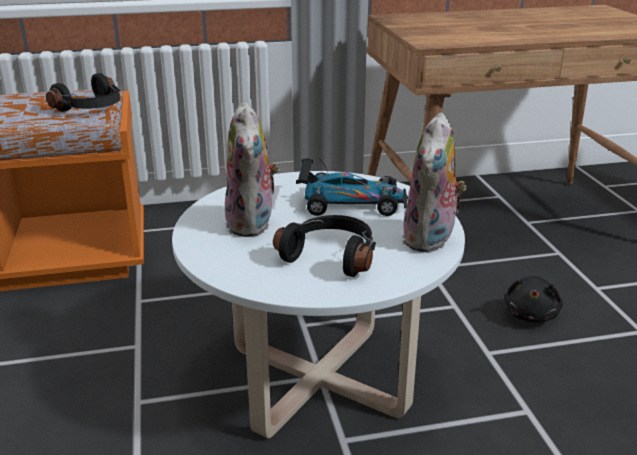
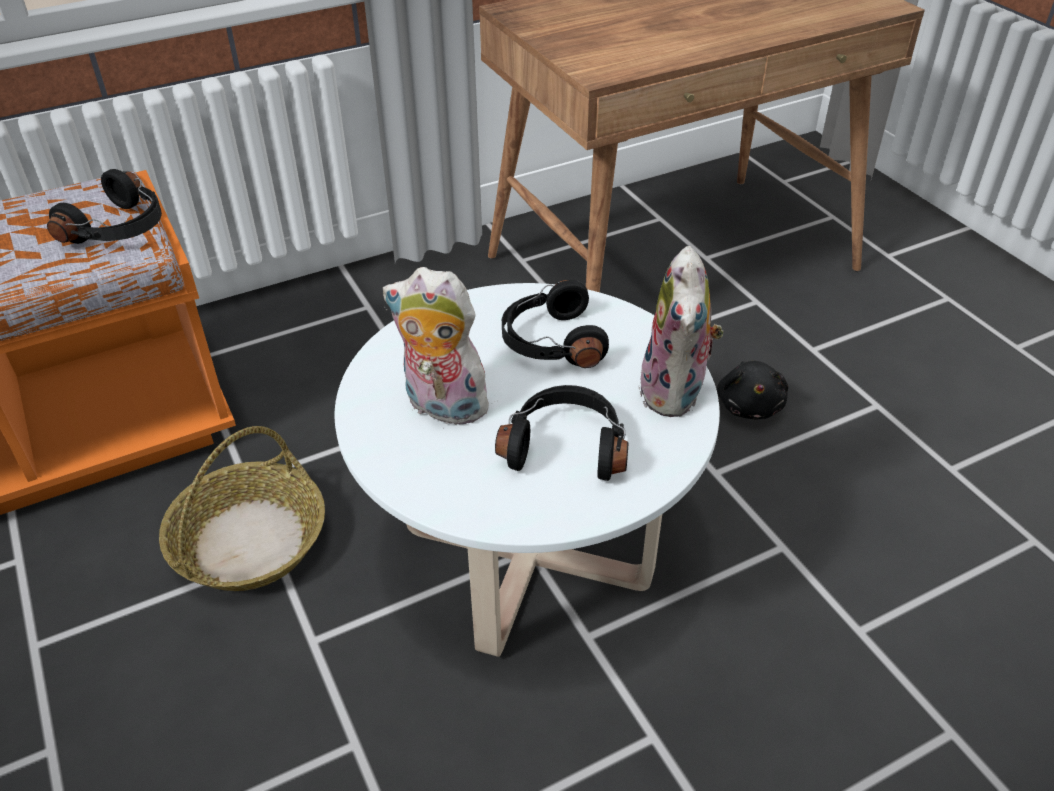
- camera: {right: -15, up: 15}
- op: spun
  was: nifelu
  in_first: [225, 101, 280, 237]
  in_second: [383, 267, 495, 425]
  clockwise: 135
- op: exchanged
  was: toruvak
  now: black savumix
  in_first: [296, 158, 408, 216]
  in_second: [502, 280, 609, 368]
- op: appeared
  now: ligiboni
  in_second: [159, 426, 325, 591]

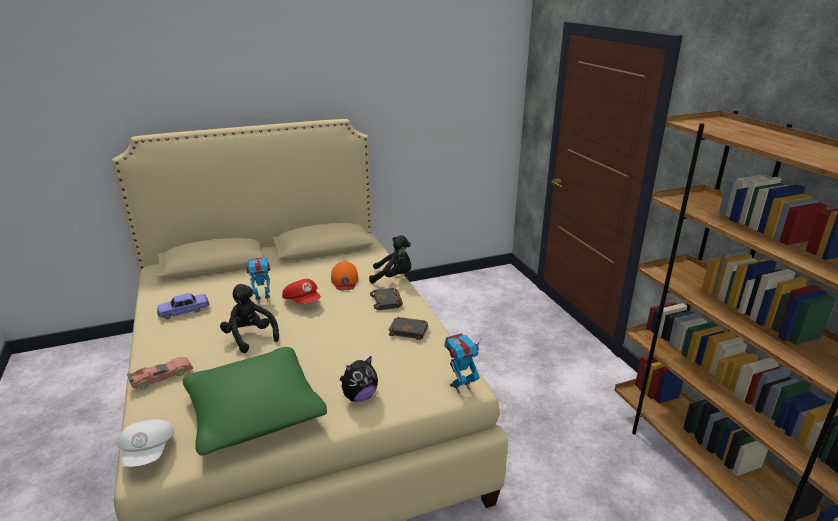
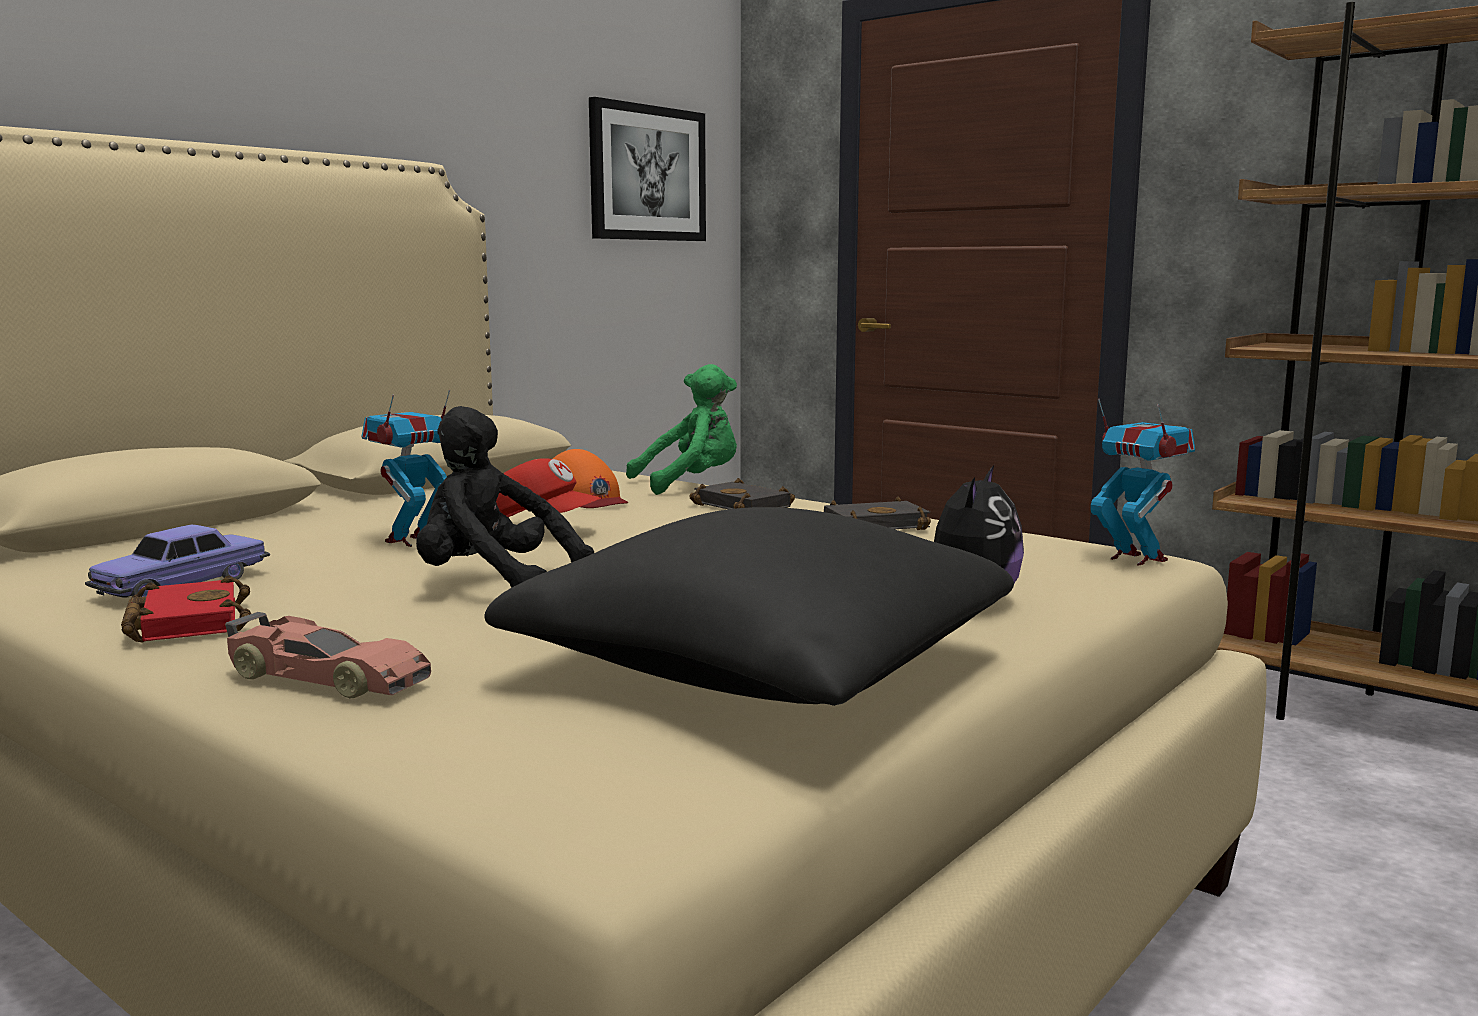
- camera: {right: -30, up: -15}
- op: colour
  was: black nifelu
  now: green nifelu
  in_first: [369, 235, 411, 284]
  in_second: [626, 364, 737, 495]
- op: spun
  was: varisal
  in_first: [444, 333, 482, 393]
  in_second: [1090, 399, 1195, 566]
  clockwise: 105
- op: colour
  was: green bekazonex
  now: black bekazonex
  in_first: [183, 347, 327, 456]
  in_second: [485, 507, 1014, 706]
- op: spun
  was: toruvak
  in_first: [127, 357, 193, 389]
  in_second: [225, 612, 431, 698]
  clockwise: 90
- op: missing
  was: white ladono
  in_first: [118, 419, 174, 467]
- op: appeared
  now: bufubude
  in_second: [589, 97, 706, 241]
- op: appeared
  now: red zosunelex
  in_second: [121, 576, 251, 642]

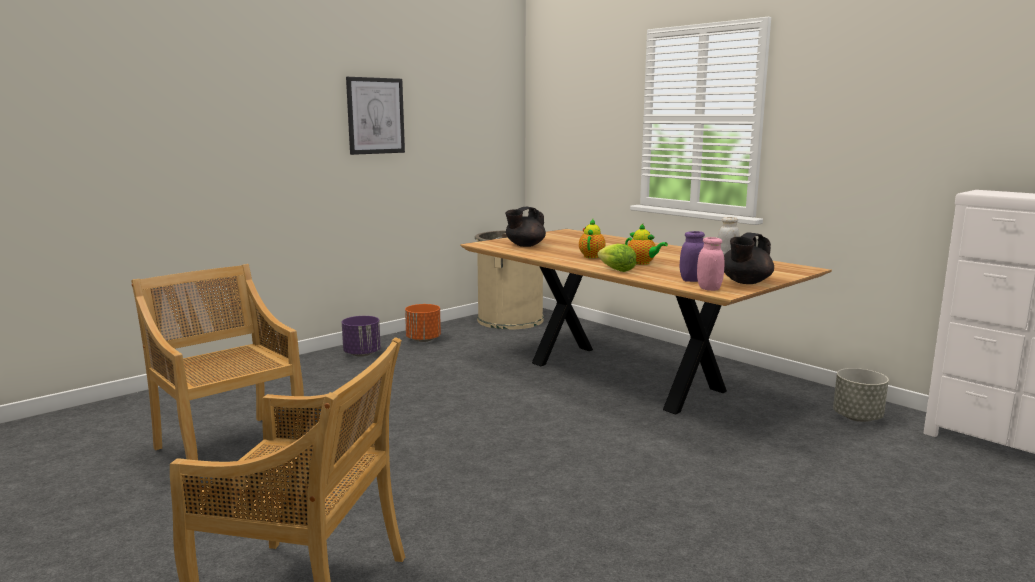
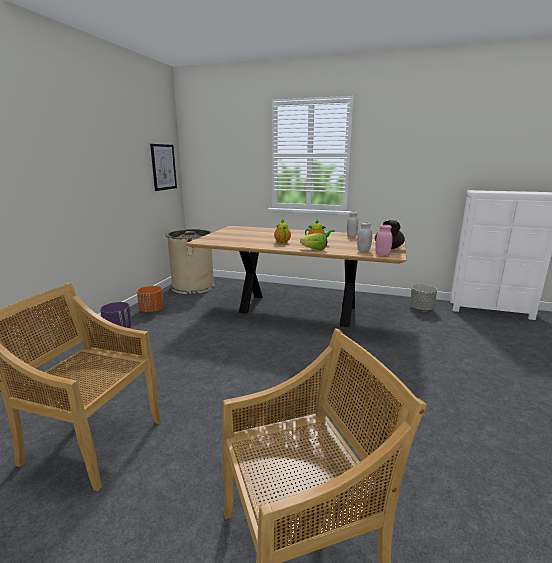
- camera: {right: -30, up: 5}
- op: relocated
  was: bufubude
  in_first: [346, 77, 405, 155]
  in_second: [150, 144, 177, 191]
- op: missing
  was: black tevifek
  in_first: [505, 207, 546, 247]
- op: colour
  was: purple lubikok
  now: white lubikok
  in_first: [680, 231, 705, 282]
  in_second: [357, 222, 372, 252]

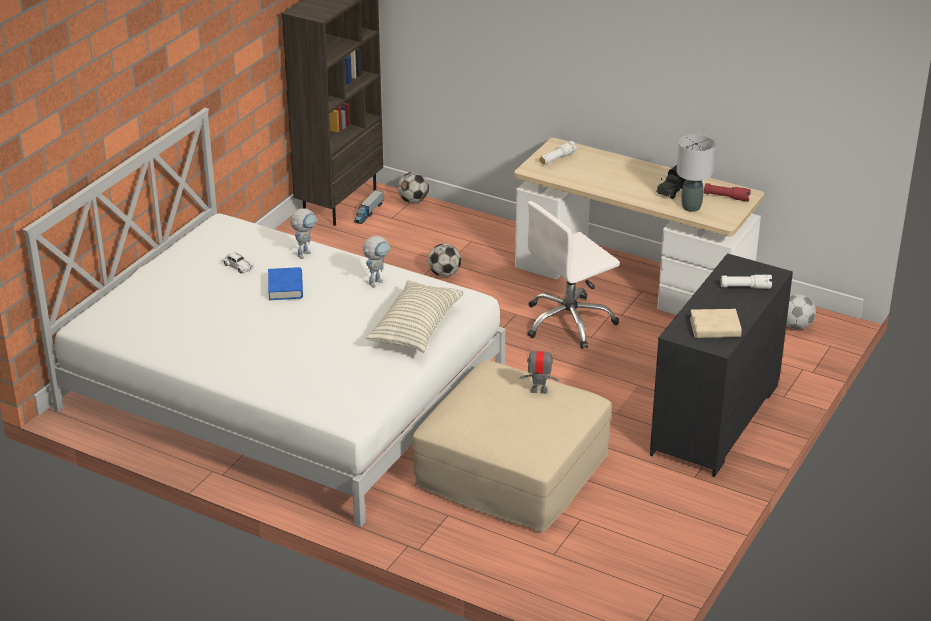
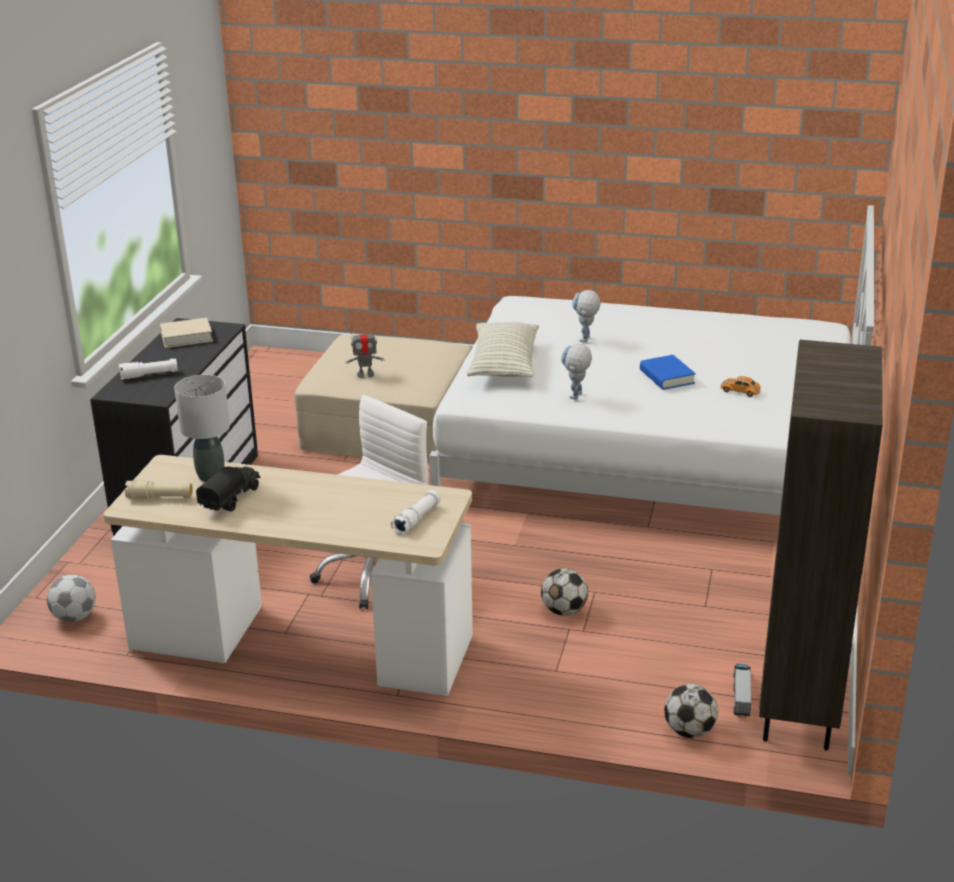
- camera: {right: 165, up: -5}
- op: colour
  was: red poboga
  now: beige poboga
  in_first: [704, 183, 751, 201]
  in_second: [125, 480, 193, 499]
- op: relocated
  was: varisal
  in_first: [290, 208, 317, 259]
  in_second: [572, 290, 600, 342]
- op: colour
  was: white toruvak
  now: orange toruvak
  in_first: [222, 252, 254, 273]
  in_second: [721, 376, 761, 397]

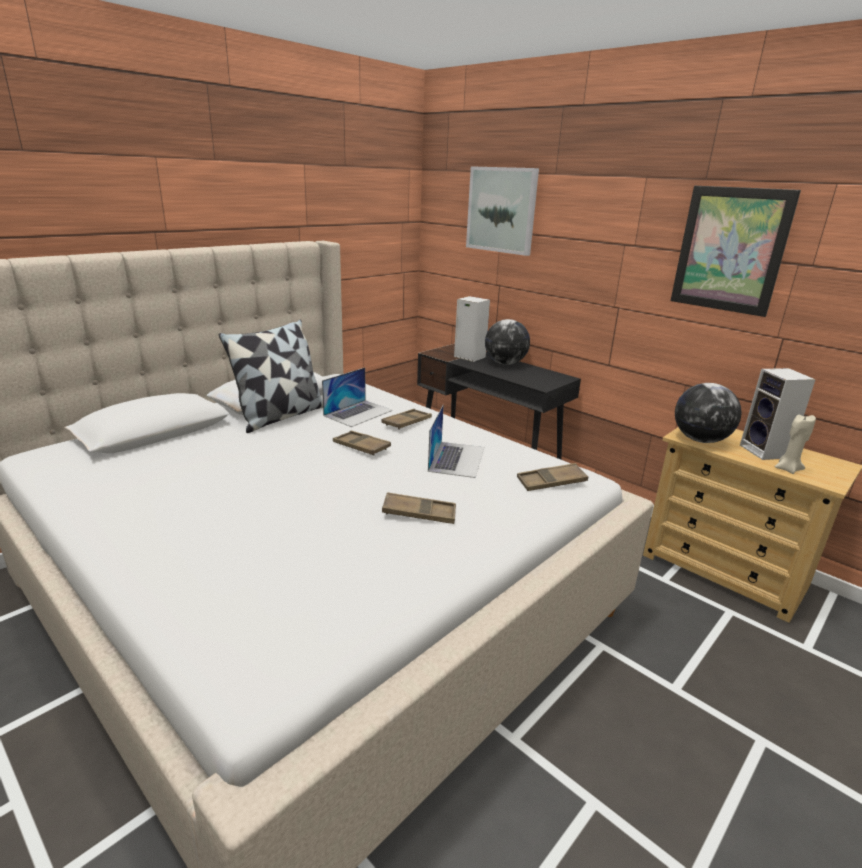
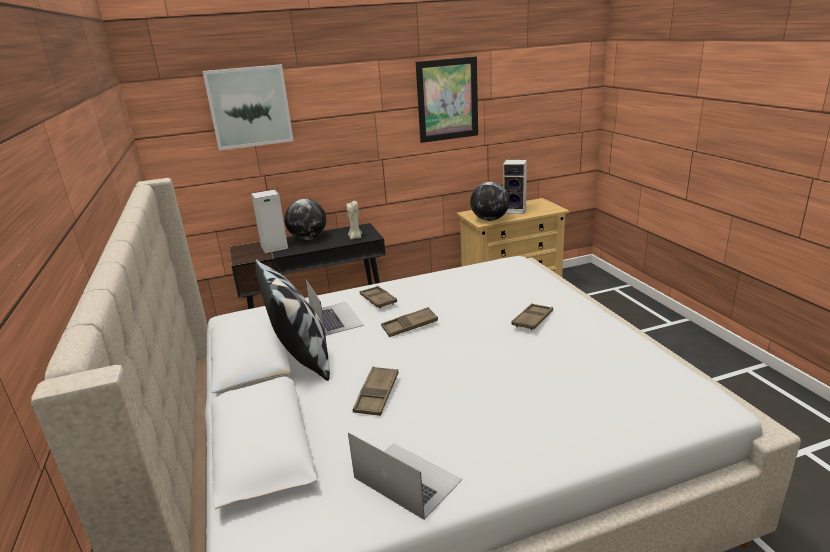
- camera: {right: -60, up: 0}
- op: relocated
  was: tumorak
  in_first: [428, 404, 484, 478]
  in_second: [348, 432, 462, 520]
- op: relocated
  was: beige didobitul
  in_first: [775, 415, 816, 474]
  in_second: [347, 201, 362, 239]
- op: relocated
  was: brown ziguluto
  in_first: [517, 463, 588, 491]
  in_second: [353, 366, 399, 416]

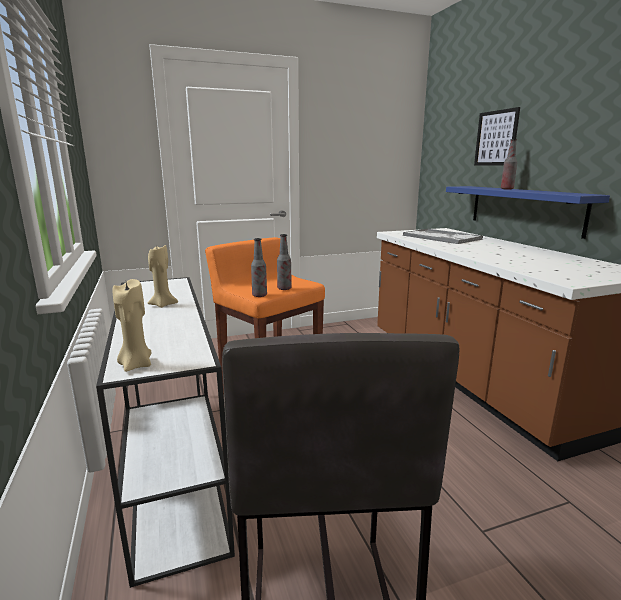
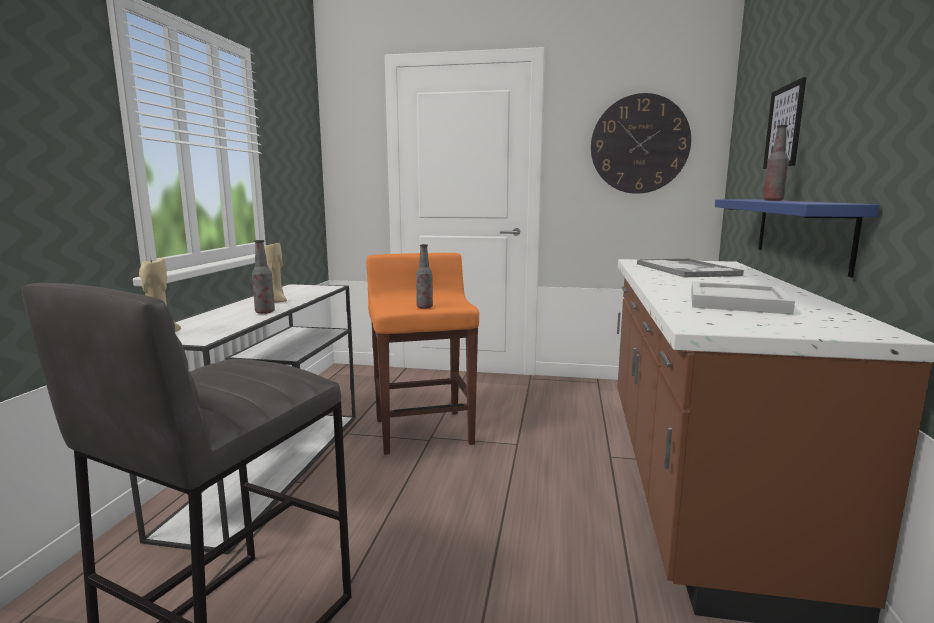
- camera: {right: 30, up: -5}
- op: relocated
  was: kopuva
  in_first: [251, 238, 267, 297]
  in_second: [252, 240, 275, 314]
- op: appeared
  now: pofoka
  in_second: [591, 93, 691, 194]
- op: appeared
  now: white ziguluto
  in_second: [691, 282, 795, 315]

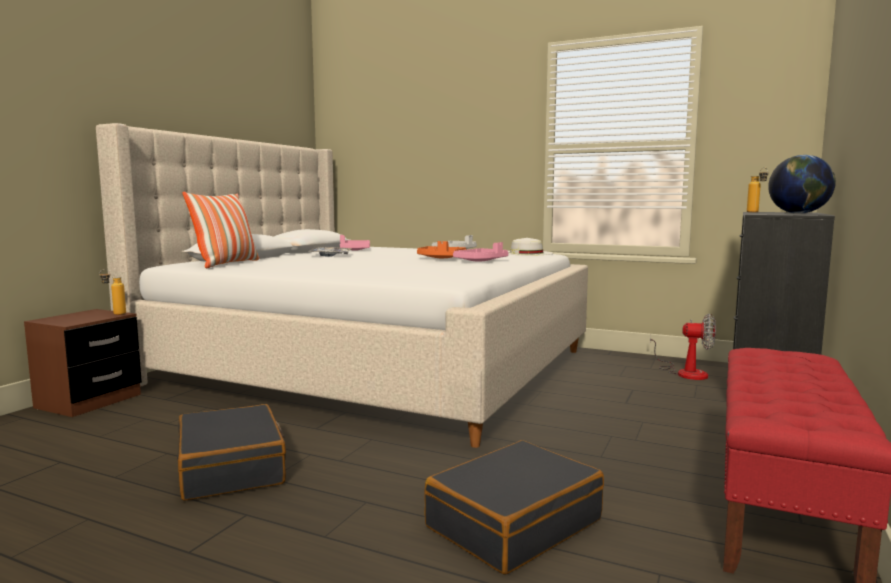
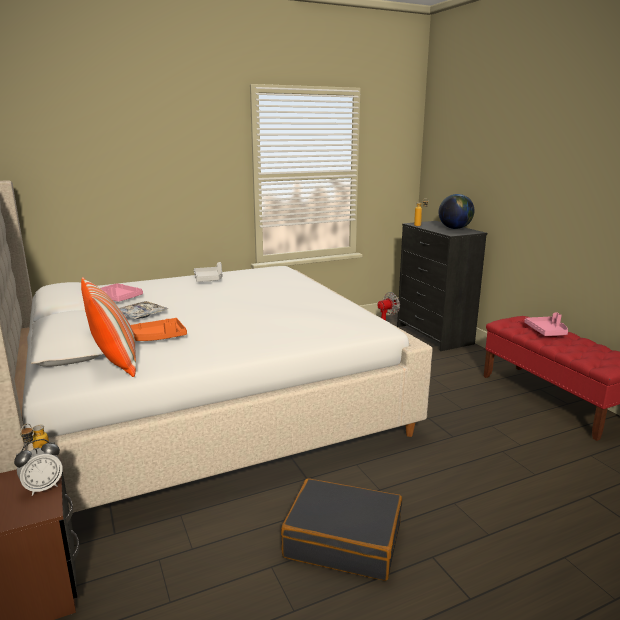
- camera: {right: -50, up: 10}
- op: missing
  was: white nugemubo
  in_first: [508, 238, 554, 255]
- op: relocated
  was: orange ziguluto
  in_first: [417, 241, 467, 258]
  in_second: [130, 318, 187, 341]
- op: relocated
  was: pink ziguluto
  in_first: [453, 242, 508, 262]
  in_second: [524, 312, 568, 336]
- op: missing
  was: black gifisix
  in_first: [424, 440, 604, 575]
- op: appeared
  now: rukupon
  in_second: [14, 439, 63, 496]

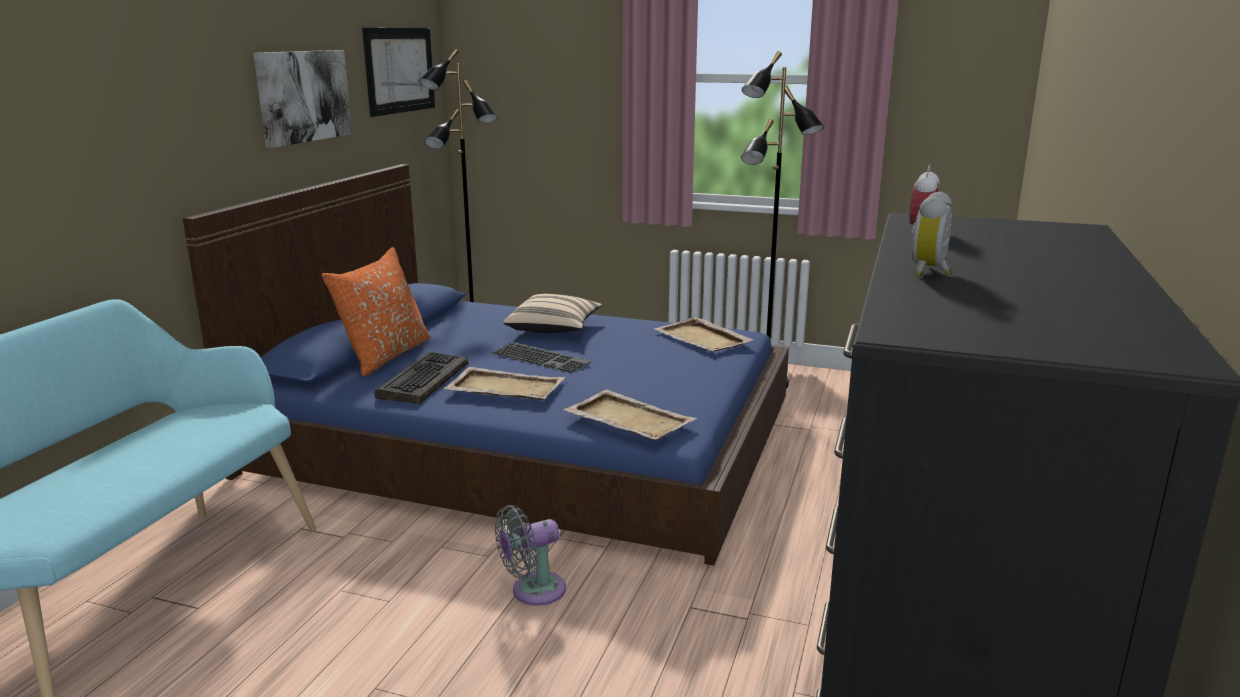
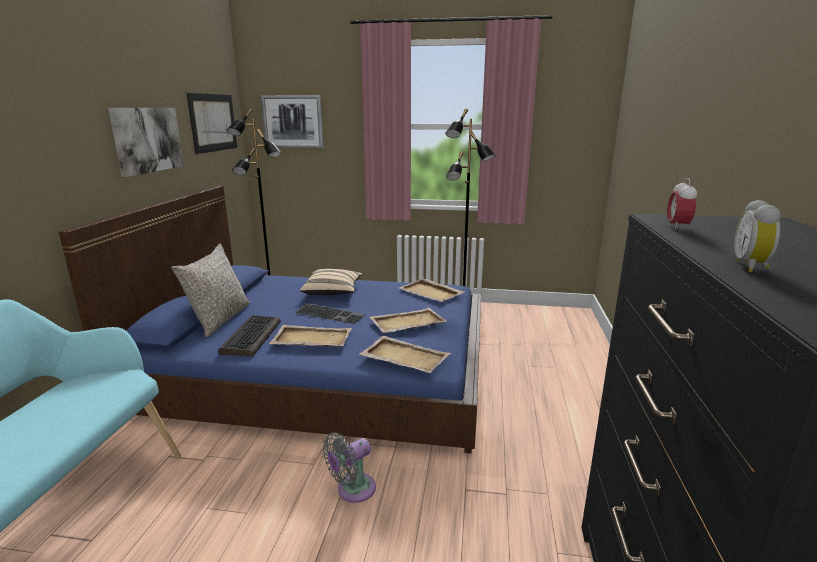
- camera: {right: -10, up: 0}
- op: colour
  was: orange bekazonex
  now: grey bekazonex
  in_first: [321, 247, 431, 376]
  in_second: [171, 244, 250, 337]
- op: appeared
  now: bufubude
  in_second: [260, 95, 324, 148]
- op: appeared
  now: beige ziguluto
  in_second: [370, 308, 446, 333]

